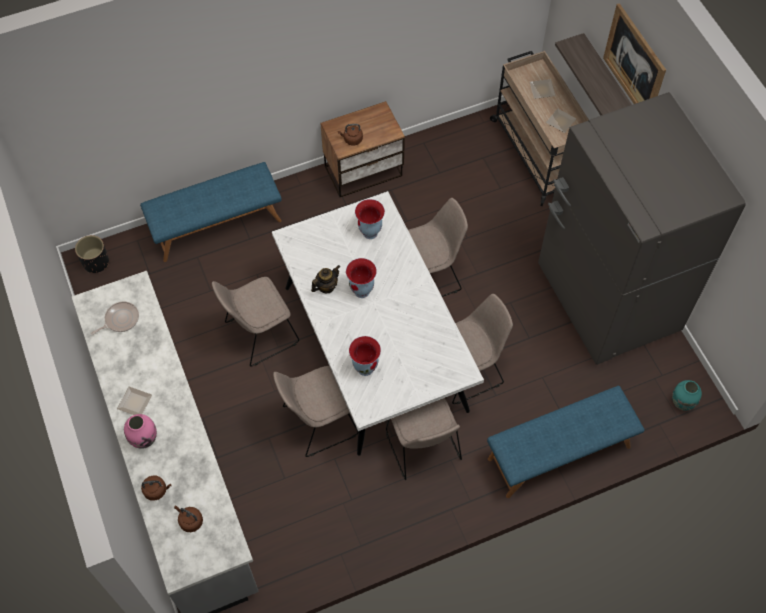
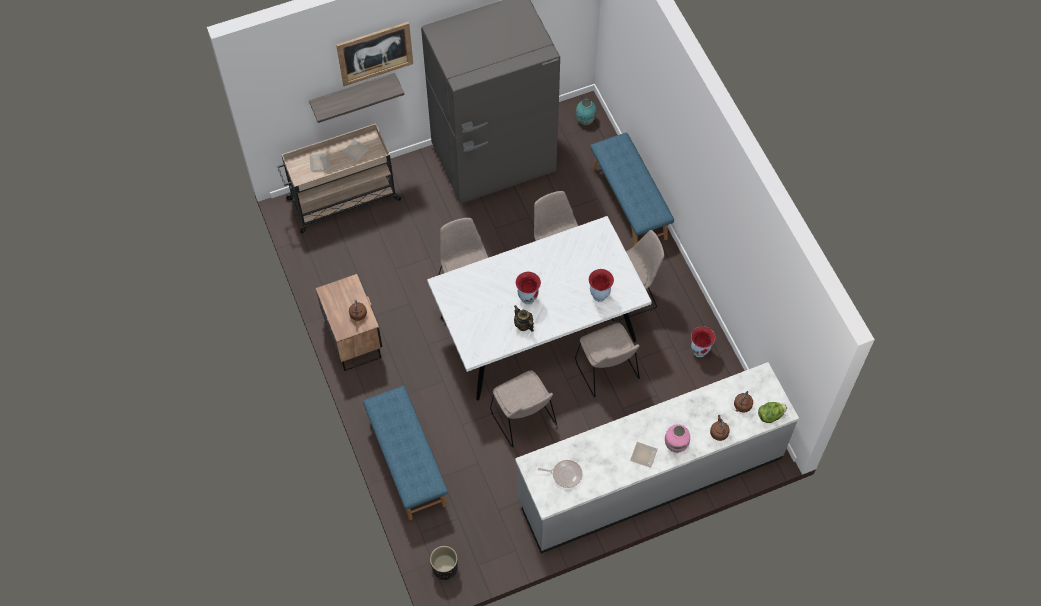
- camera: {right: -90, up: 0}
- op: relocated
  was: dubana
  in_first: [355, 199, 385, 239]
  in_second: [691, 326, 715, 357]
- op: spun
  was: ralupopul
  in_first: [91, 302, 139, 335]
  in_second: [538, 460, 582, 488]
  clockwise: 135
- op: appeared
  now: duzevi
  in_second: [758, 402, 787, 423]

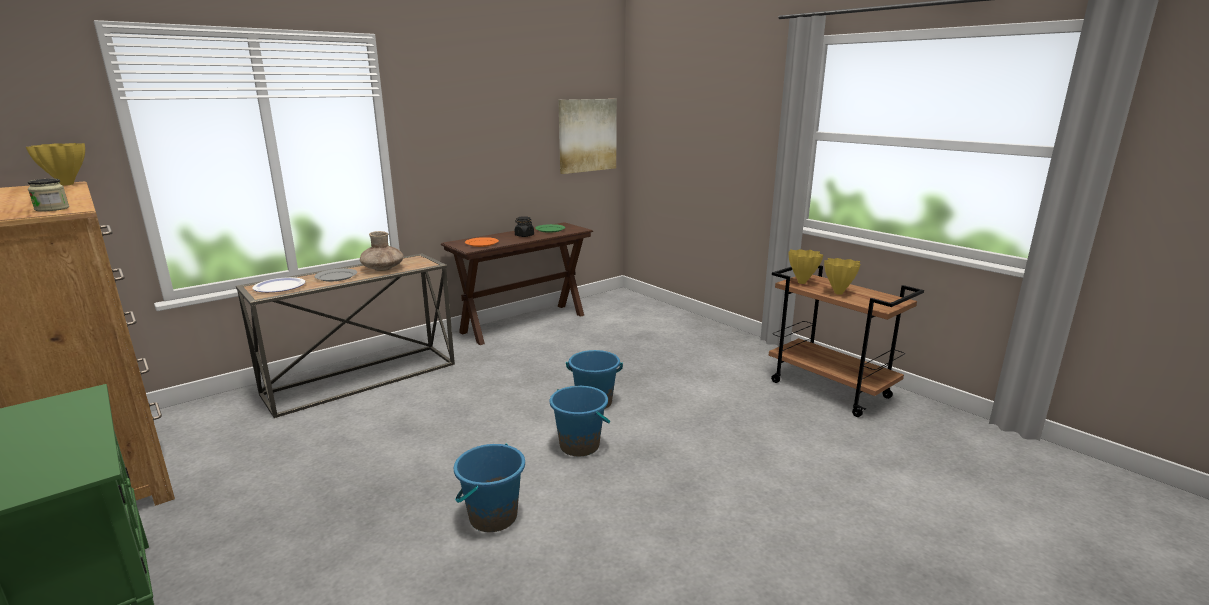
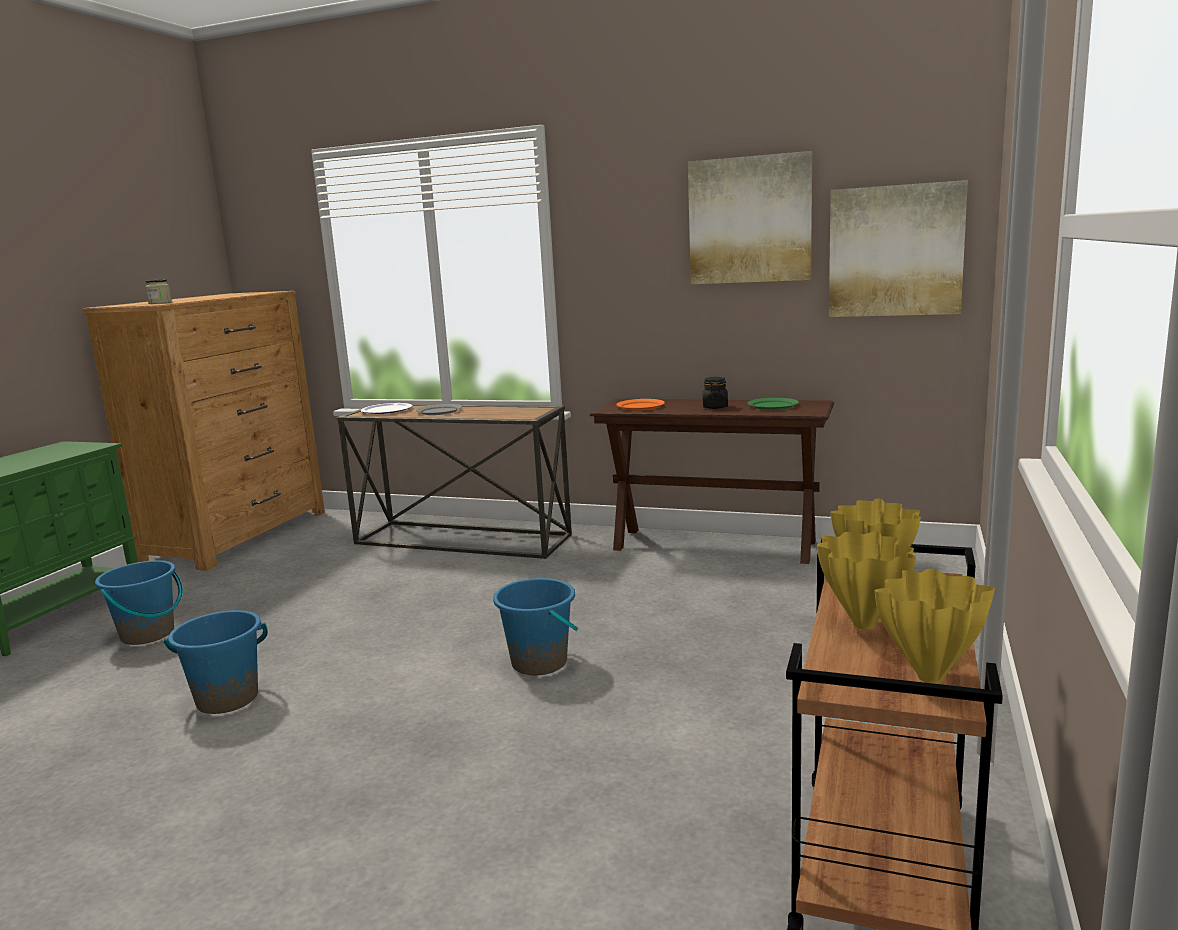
- camera: {right: 60, up: -5}
- op: relocated
  was: yellow dubana
  in_first: [26, 143, 85, 185]
  in_second: [875, 569, 995, 684]
- op: missing
  was: brown dubana
  in_first: [360, 231, 404, 271]
- op: relocated
  was: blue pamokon
  in_first: [550, 386, 610, 456]
  in_second: [95, 560, 183, 645]
- op: appeared
  now: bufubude
  in_second: [688, 151, 812, 284]

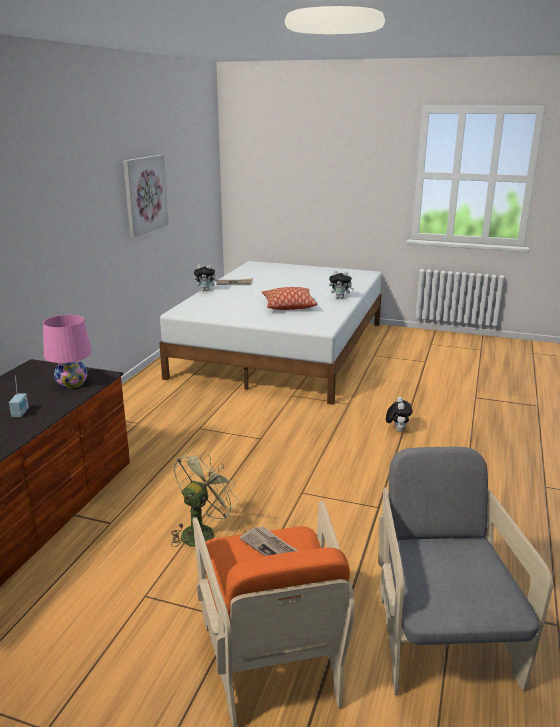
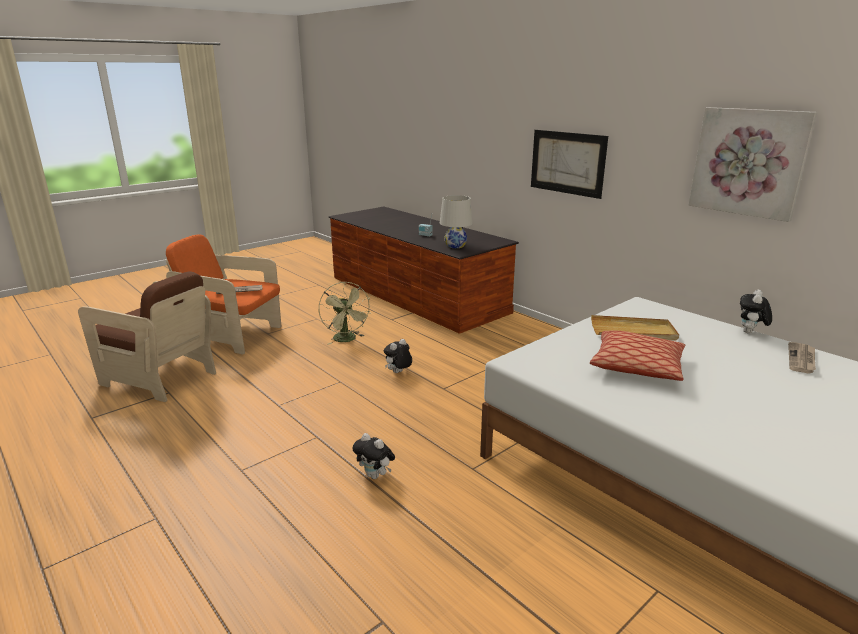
- camera: {right: 120, up: 0}
- op: relocated
  was: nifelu
  in_first: [329, 271, 354, 299]
  in_second: [384, 339, 412, 373]
- op: colour
  was: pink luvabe
  now: white luvabe
  in_first: [43, 315, 92, 389]
  in_second: [440, 195, 473, 248]
- op: colour
  was: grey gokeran
  now: brown gokeran
  in_first: [378, 447, 553, 695]
  in_second: [78, 271, 216, 402]
- op: appeared
  now: bufubude
  in_second: [531, 130, 608, 199]
- op: appeared
  now: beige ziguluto
  in_second: [591, 315, 679, 341]

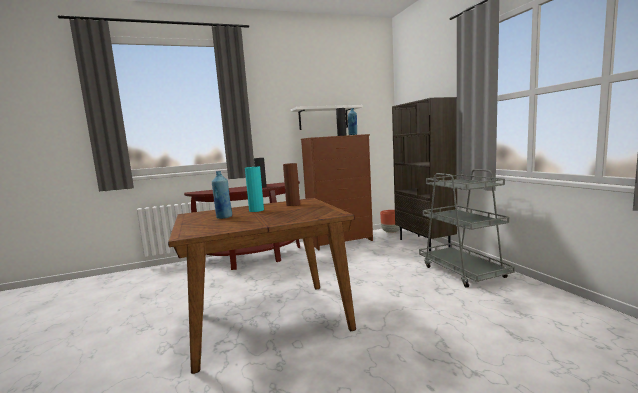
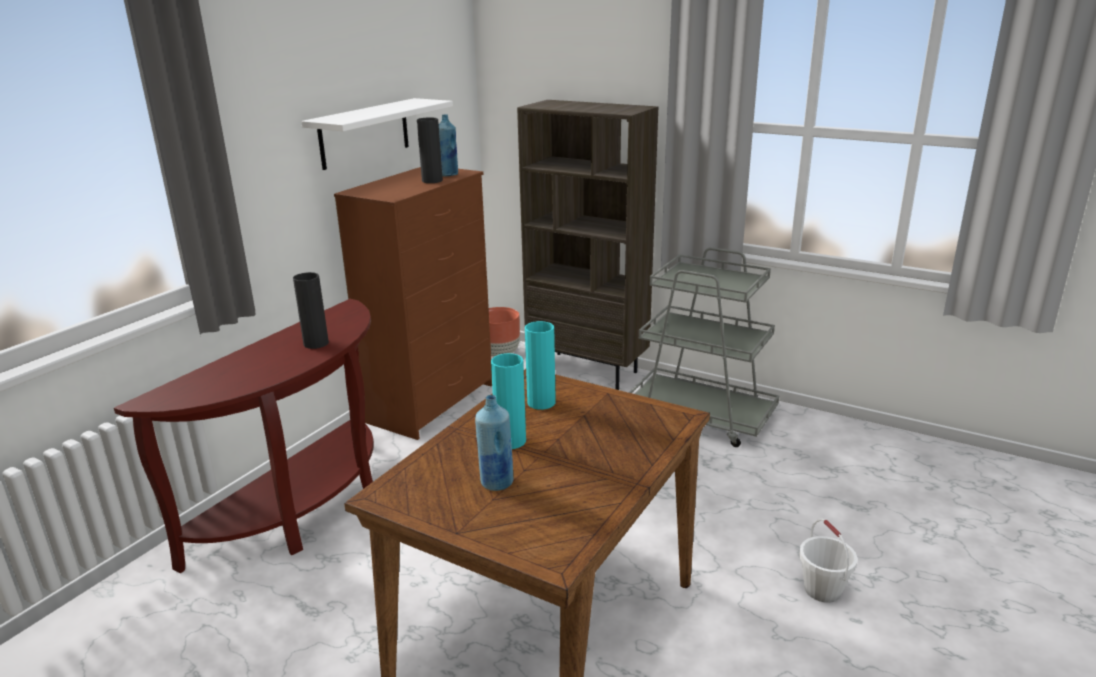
- camera: {right: -40, up: 15}
- op: colour
  was: brown dubana
  now: turquoise dubana
  in_first: [283, 163, 300, 206]
  in_second: [525, 321, 556, 410]
- op: appeared
  now: white pamokon
  in_second: [799, 519, 857, 603]

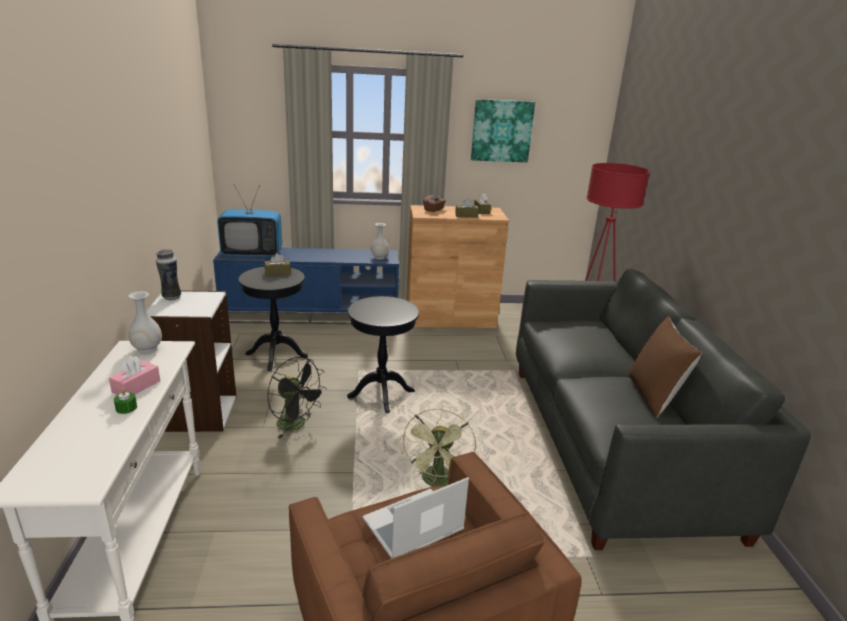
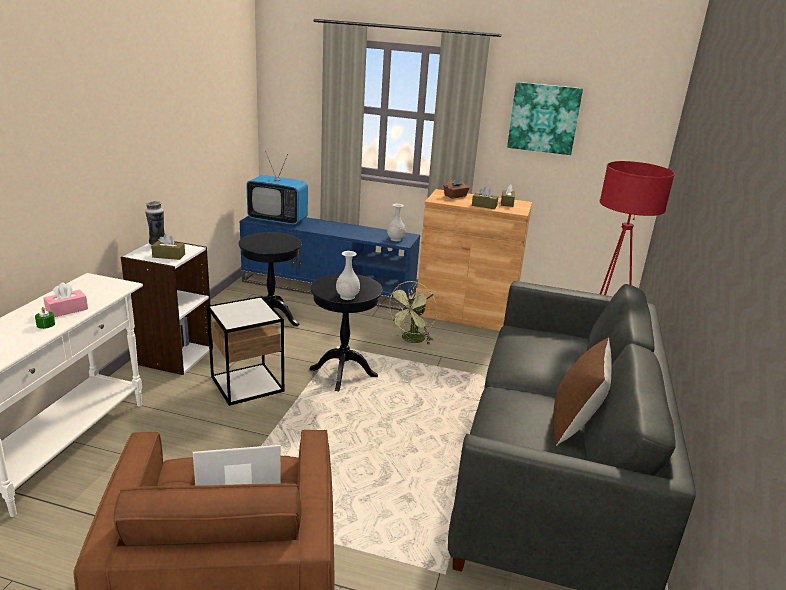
- camera: {right: 20, up: 0}
- op: relocated
  was: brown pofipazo
  in_first: [265, 253, 291, 276]
  in_second: [151, 234, 185, 260]
- op: relocated
  was: white dubana
  in_first: [128, 291, 162, 353]
  in_second: [336, 251, 360, 300]
- op: exchanged
  was: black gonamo
  now: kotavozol
  in_first: [267, 357, 326, 439]
  in_second: [207, 296, 284, 406]
- op: relocated
  was: green gonamo
  in_first: [402, 409, 476, 487]
  in_second: [386, 281, 437, 345]

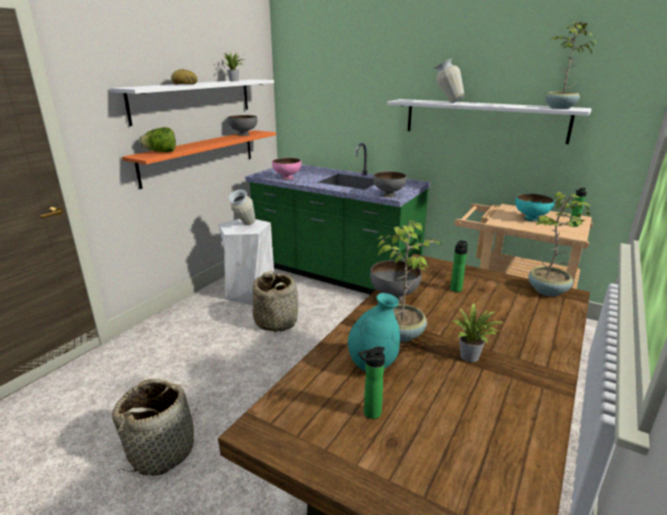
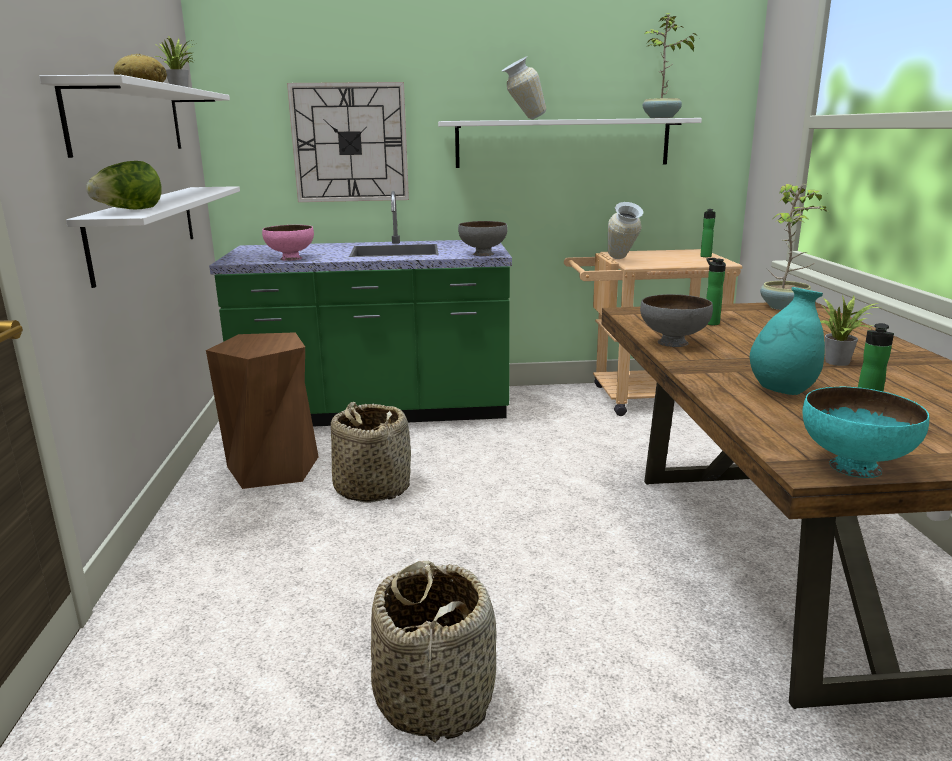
- camera: {right: -35, up: -5}
- op: missing
  was: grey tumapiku
  in_first: [227, 115, 257, 136]
- op: colour
  was: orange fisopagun
  now: white fisopagun
  in_first: [122, 130, 276, 189]
  in_second: [66, 186, 240, 288]
- op: relocated
  was: dubana
  in_first: [228, 189, 256, 225]
  in_second: [608, 202, 643, 259]
- op: relocated
  was: turquoise tumapiku
  in_first: [515, 193, 554, 222]
  in_second: [802, 387, 929, 478]
- op: colour
  was: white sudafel
  now: brown sudafel
  in_first: [218, 219, 274, 305]
  in_second: [206, 332, 319, 489]
- op: missing
  was: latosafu
  in_first: [376, 220, 442, 342]
- op: appeared
  now: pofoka
  in_second: [287, 82, 409, 202]

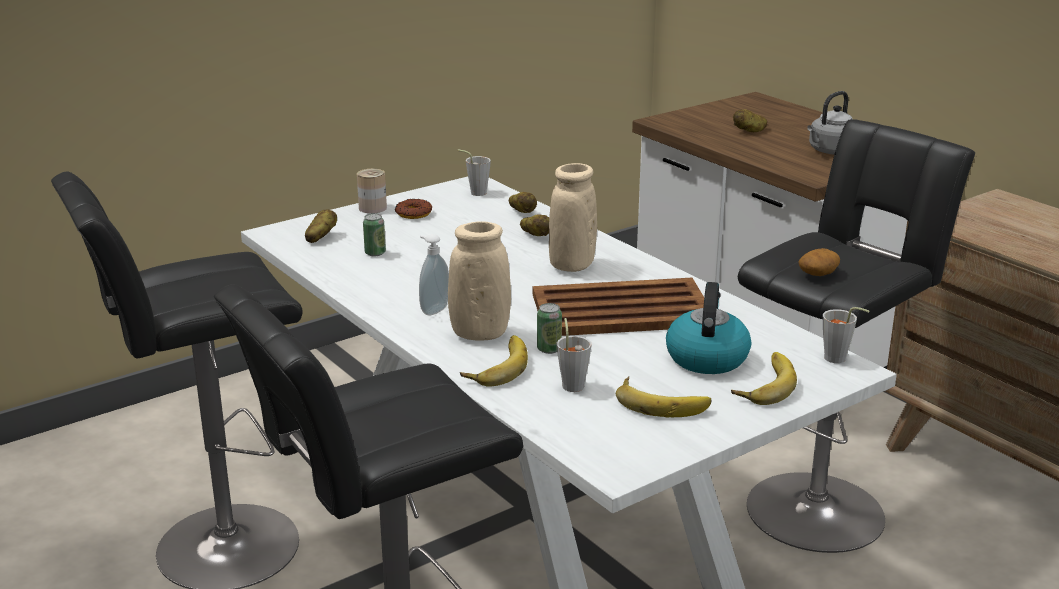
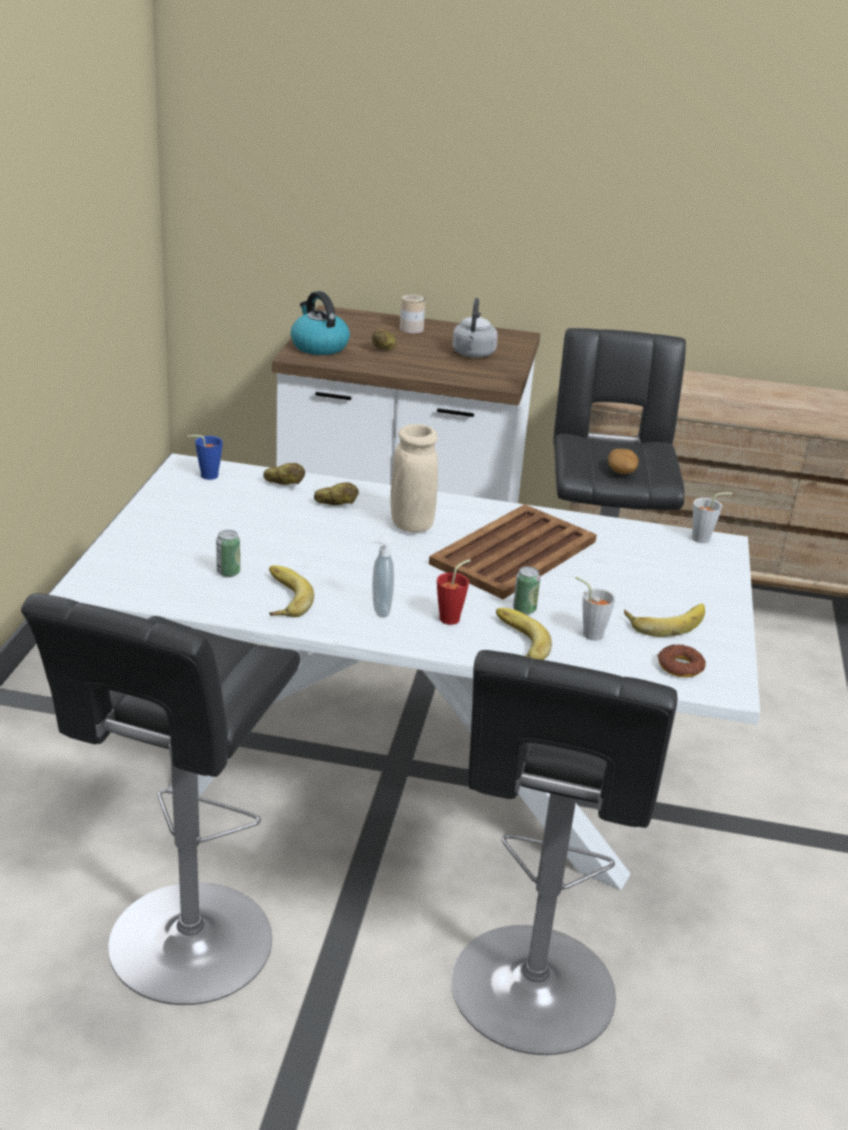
- camera: {right: -45, up: 5}
- op: colour
  was: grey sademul
  now: blue sademul
  in_first: [457, 149, 491, 196]
  in_second: [187, 435, 223, 480]
- op: relocated
  was: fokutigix
  in_first: [357, 169, 387, 213]
  in_second: [400, 294, 426, 333]
- op: relocated
  was: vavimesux
  in_first: [395, 199, 432, 219]
  in_second: [657, 644, 706, 677]
- op: missing
  was: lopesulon
  in_first: [305, 210, 337, 243]
- op: exchanged
  was: beige dubana
  now: red sademul
  in_first: [448, 221, 511, 341]
  in_second: [437, 559, 471, 625]
- op: relocated
  was: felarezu
  in_first: [666, 282, 751, 374]
  in_second: [291, 291, 350, 355]
- op: relocated
  was: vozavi
  in_first: [731, 352, 797, 405]
  in_second: [269, 565, 314, 617]

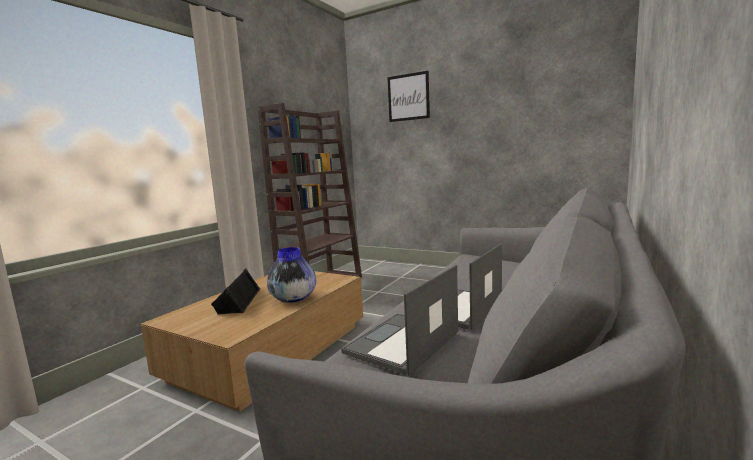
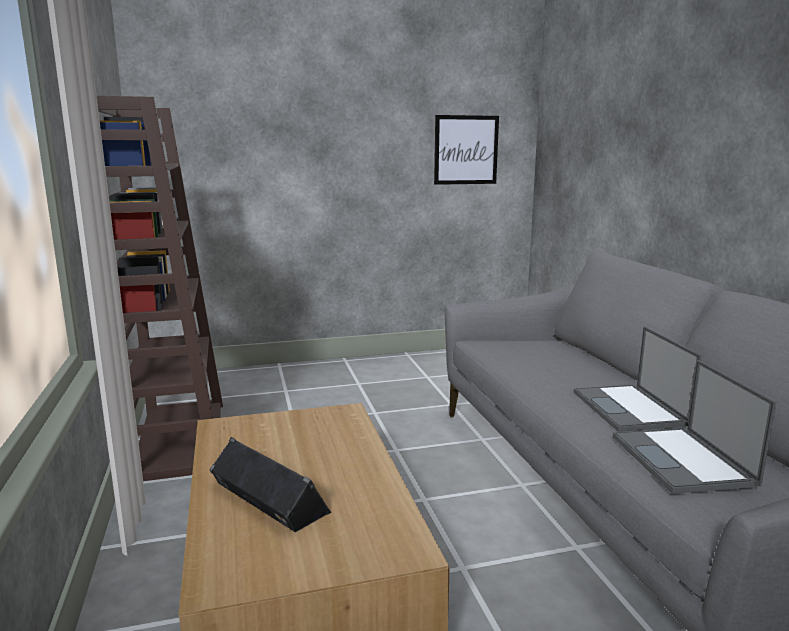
- camera: {right: -45, up: 5}
- op: relocated
  was: bufubude
  in_first: [387, 71, 430, 122]
  in_second: [434, 115, 499, 185]
- op: missing
  was: dubana
  in_first: [267, 247, 316, 303]

